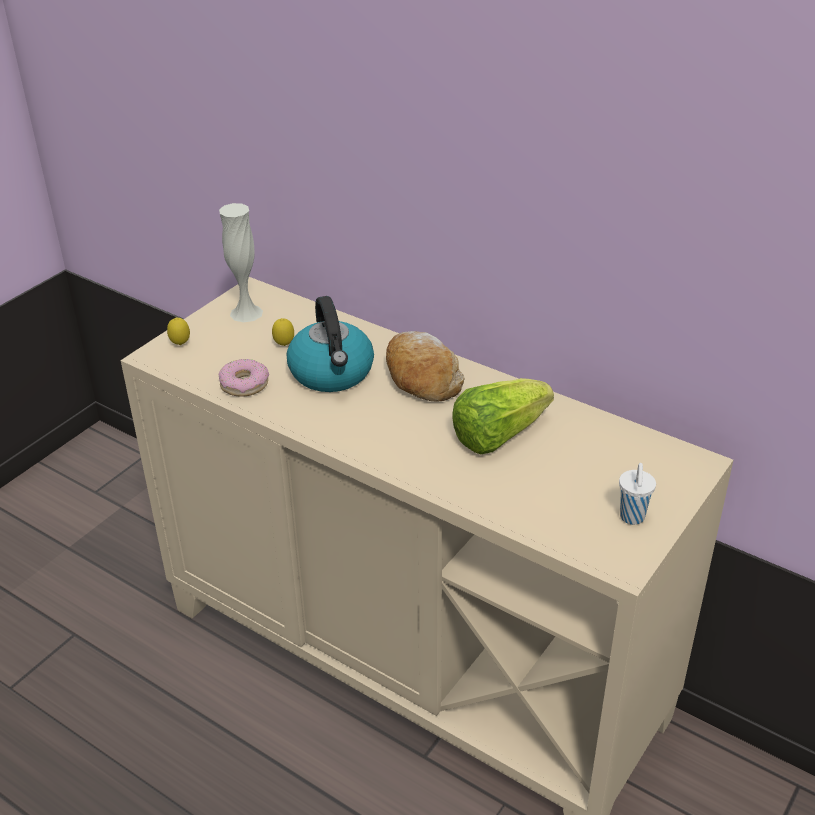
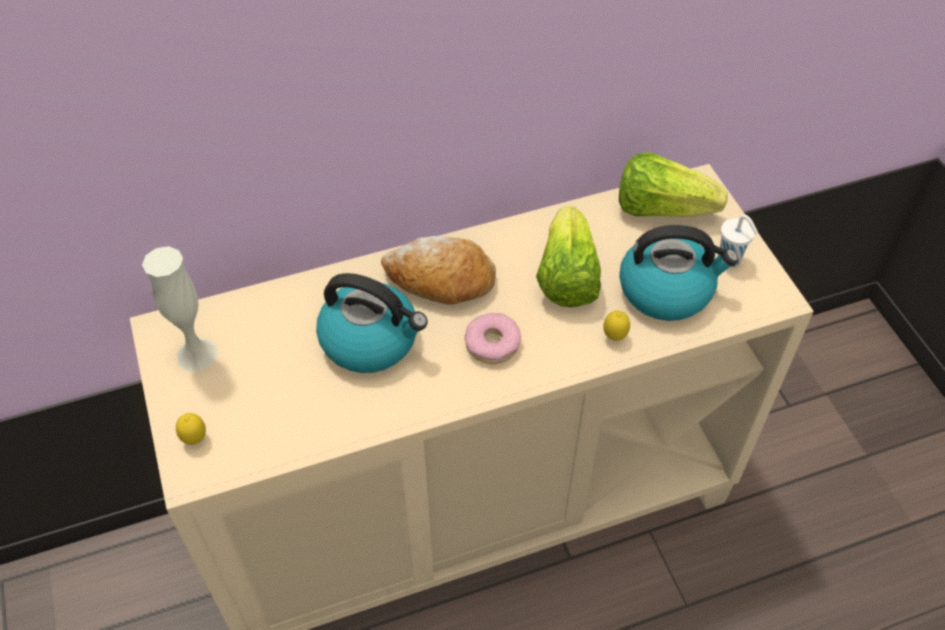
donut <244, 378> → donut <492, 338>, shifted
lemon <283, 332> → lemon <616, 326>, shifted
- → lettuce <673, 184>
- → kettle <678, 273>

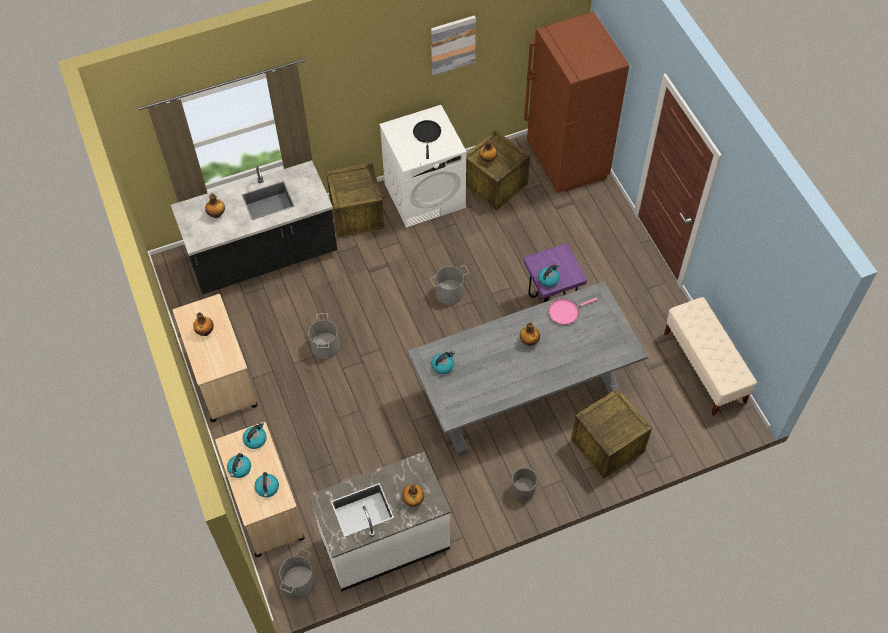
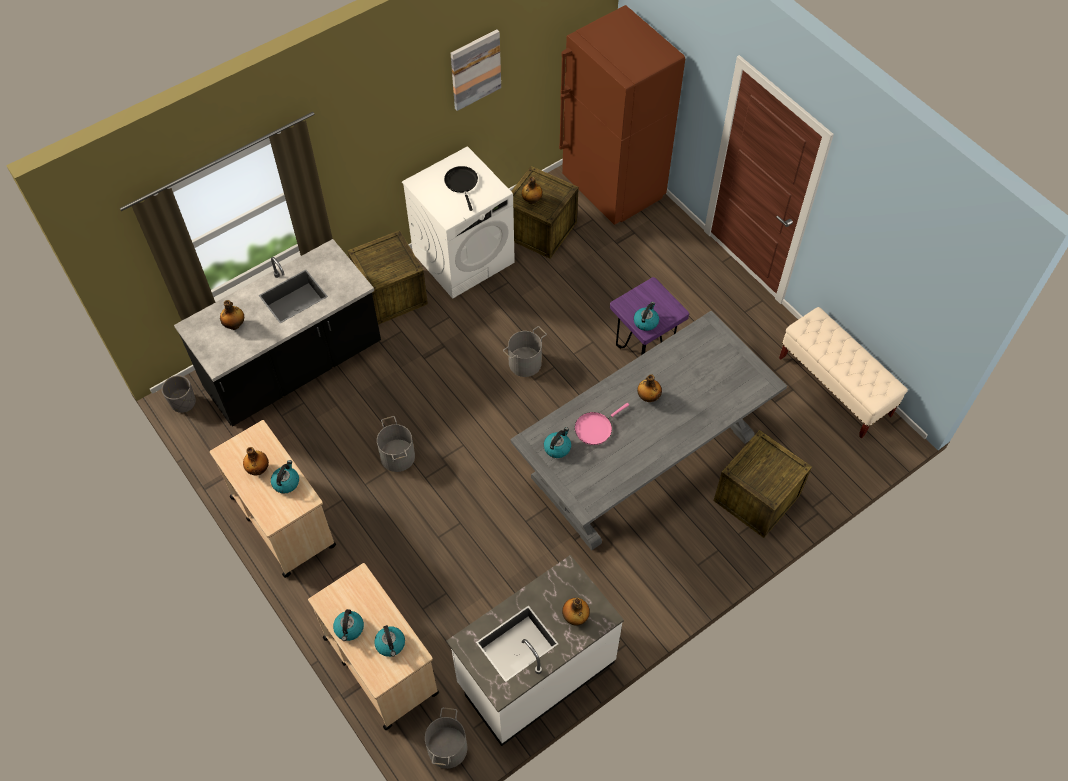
grey planter <525, 483> → grey planter <179, 394>, shifted
kettle <255, 435> → kettle <285, 476>, shifted
pink frying pan <572, 311> → pink frying pan <602, 424>, shifted

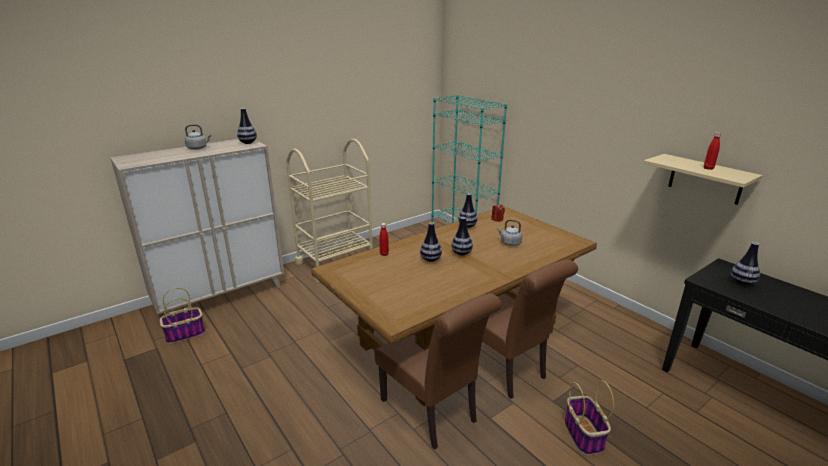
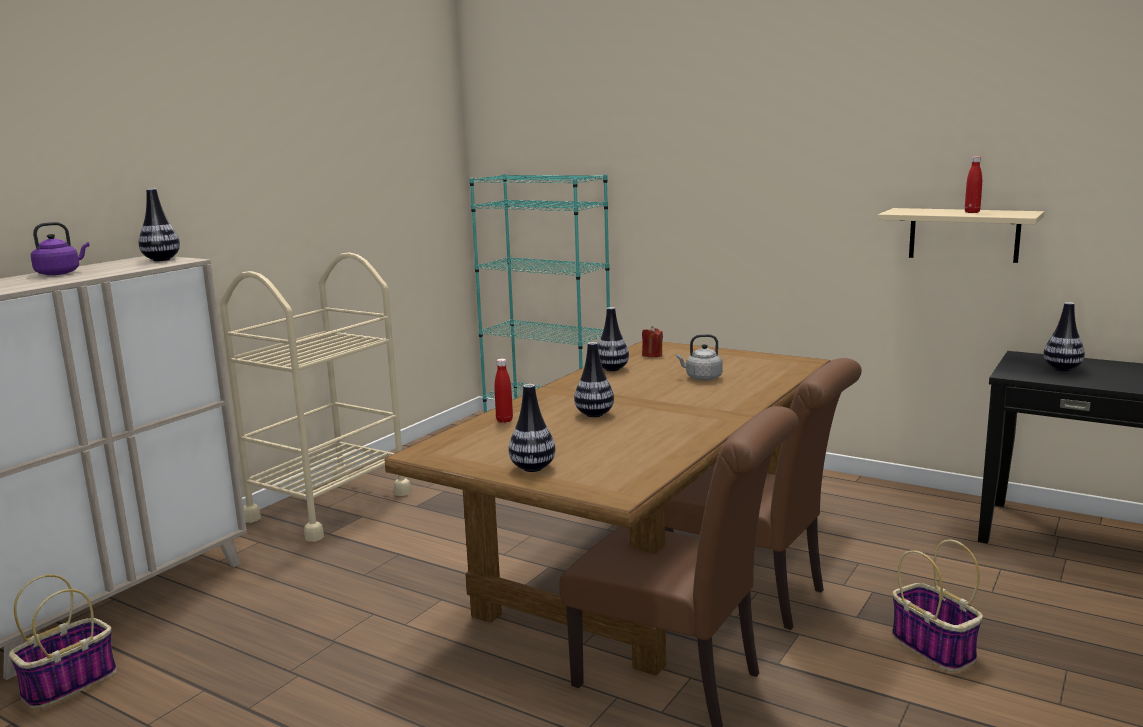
grey kettle <198, 137> → purple kettle <60, 248>
vase <462, 236> → vase <532, 428>, shifted

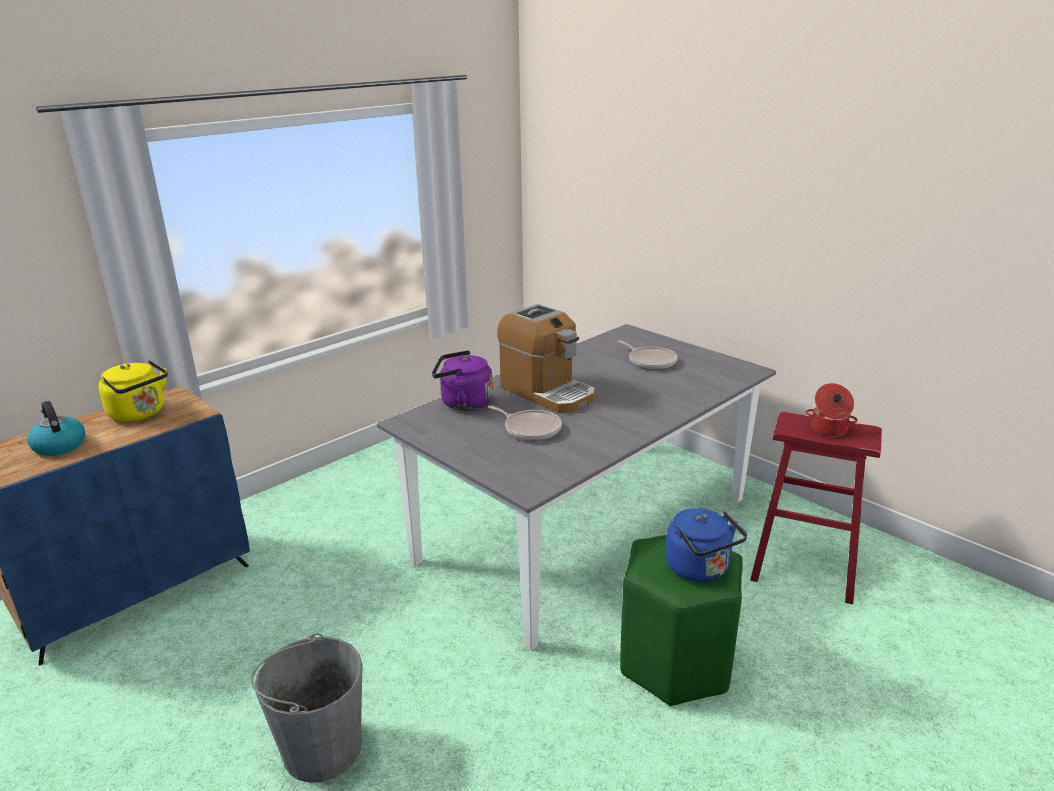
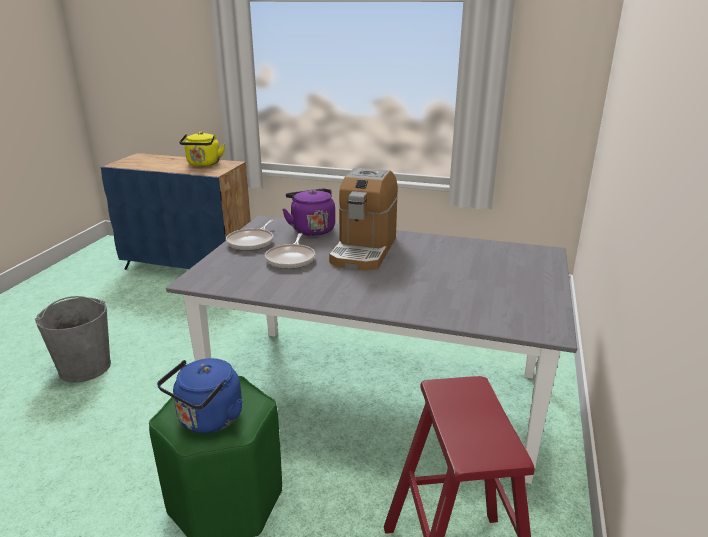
frying pan <648, 355> → frying pan <250, 235>, shifted
kettle <56, 428> → -
cooking pot <831, 410> → -

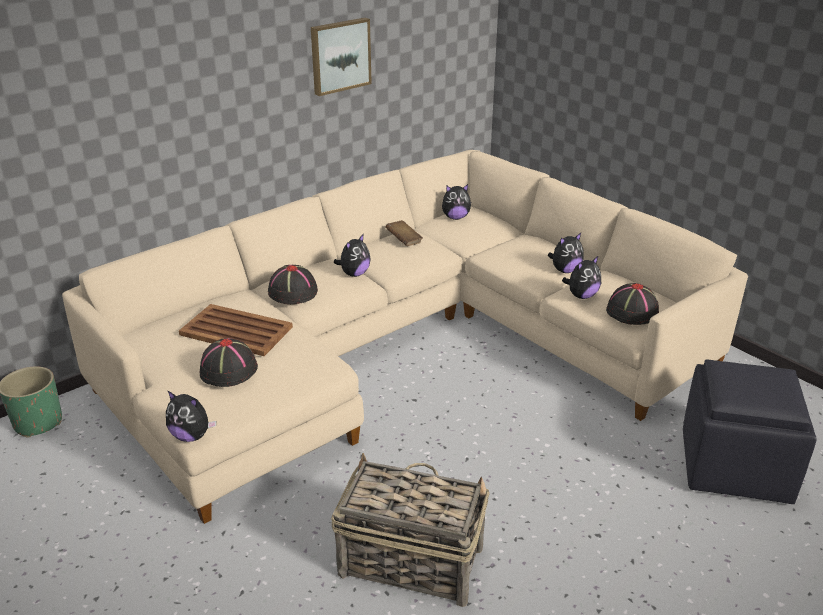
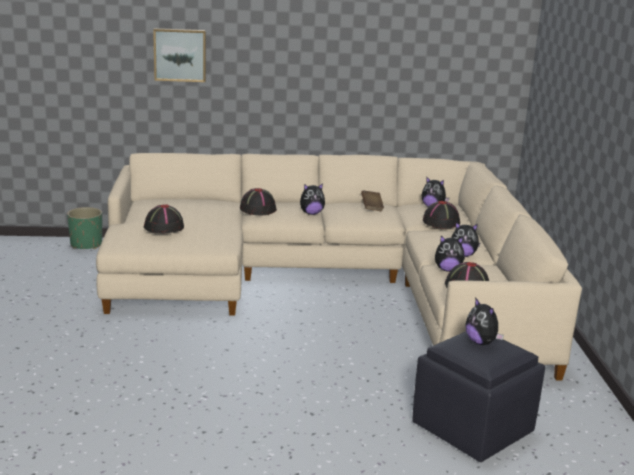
picture <341, 57> → picture <179, 55>, shifted
- → black hat <441, 215>
plush toy <191, 416> → plush toy <484, 321>, shifted
brown tray <236, 330> → -
basket <410, 530> → -

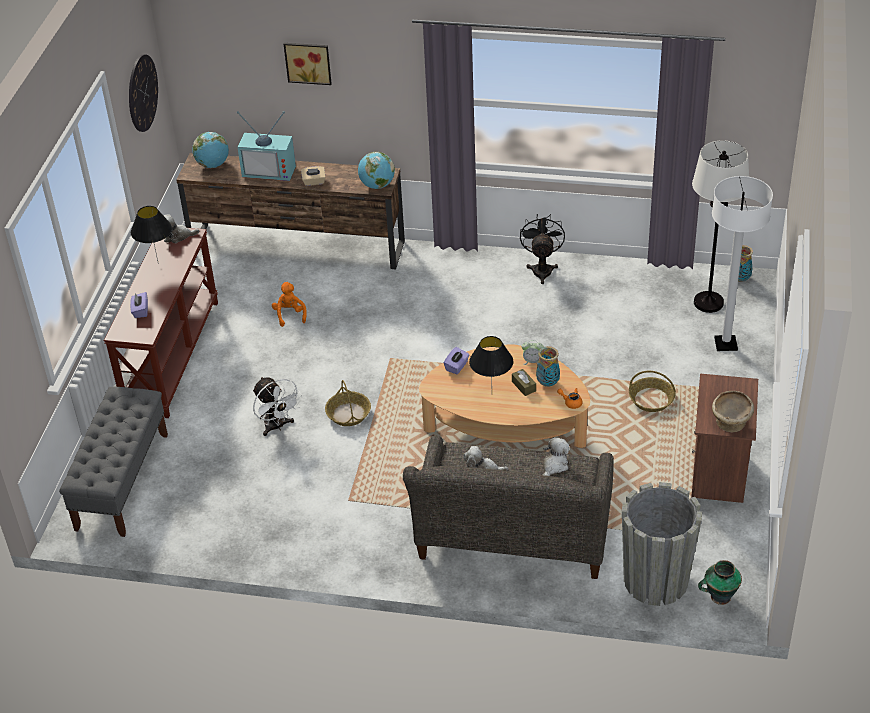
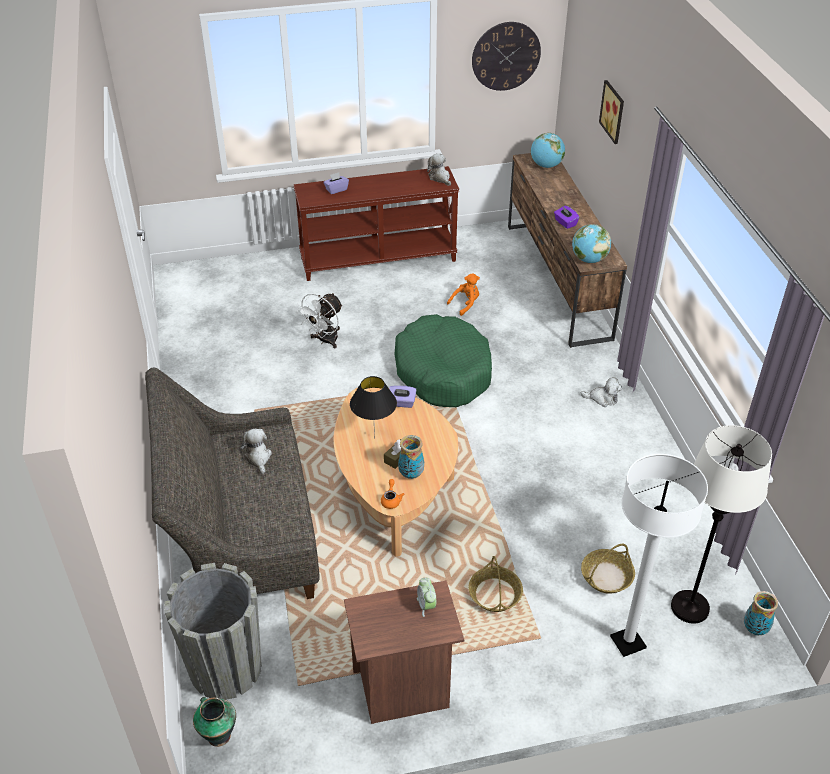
- → green dog bed <443, 360>
alarm clock <533, 352> → alarm clock <426, 597>, shifted
beige tissue box <313, 176> → purple tissue box <566, 217>
plush toy <556, 456> → plush toy <601, 392>, shifted
basket <348, 403> → basket <608, 569>, shifted
grey bench <113, 462> → -
black table lamp <151, 235> → -
television <266, 146> → -
black fan <542, 249> → -
beige bowl <733, 411> → -

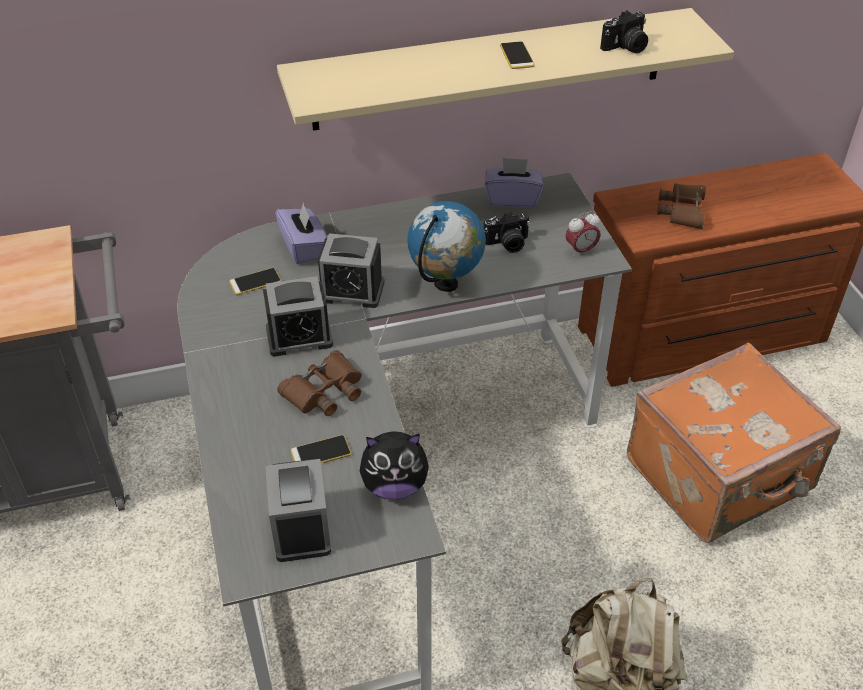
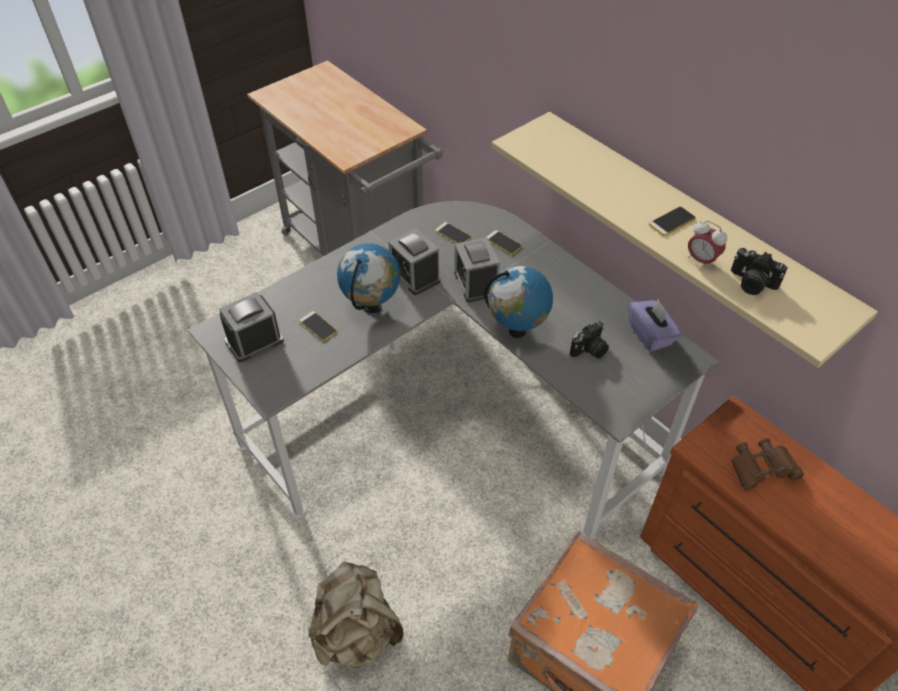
brown binoculars <319, 383> → globe <368, 278>
purple tissue box <301, 233> → phone <504, 242>
photo camera <506, 232> → photo camera <589, 339>, 90 degrees counterclockwise
alarm clock <583, 234> → alarm clock <707, 245>, shifted
plush toy <396, 465> → -

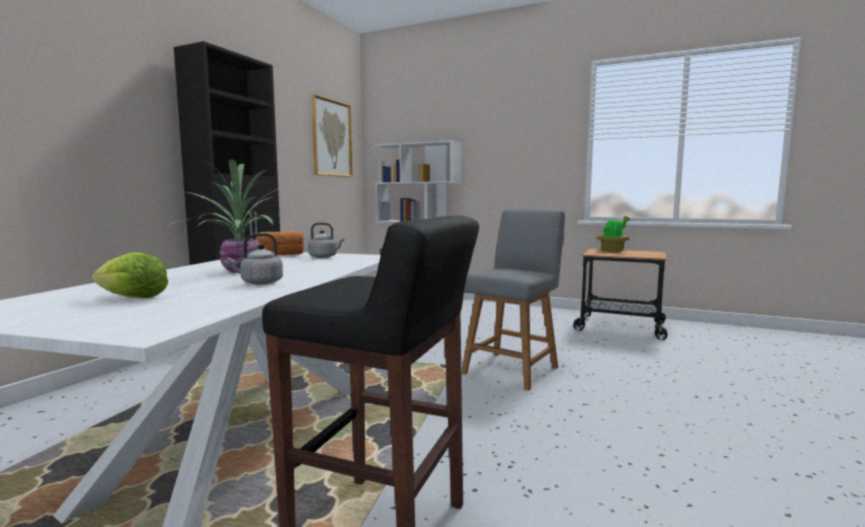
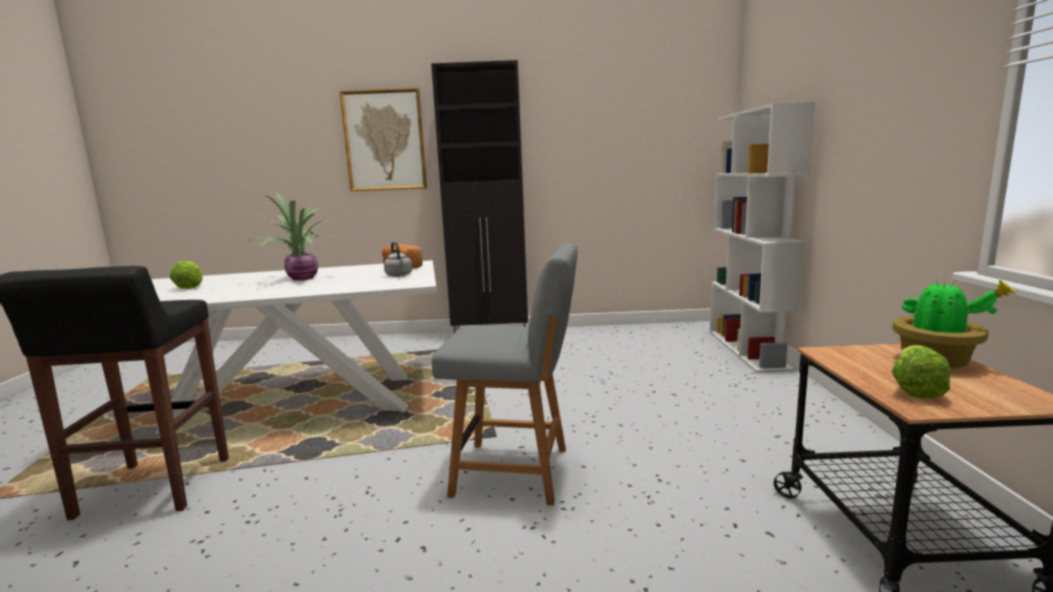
picture <332, 135> → picture <383, 139>, shifted
- → lettuce <921, 372>
grey kettle <255, 259> → -

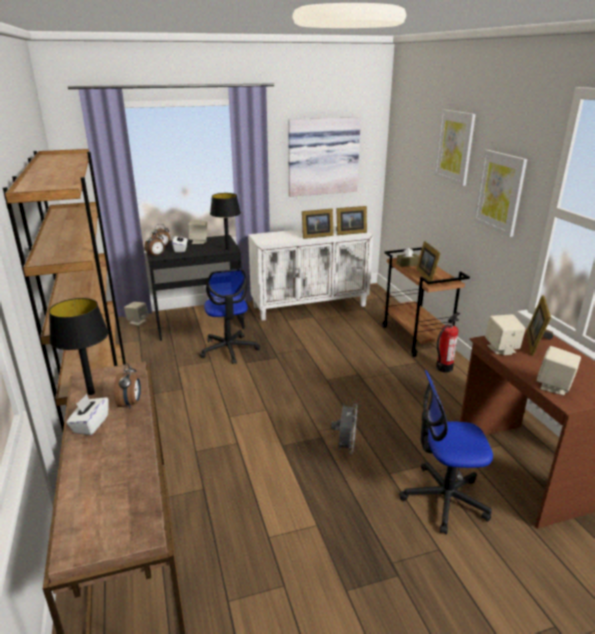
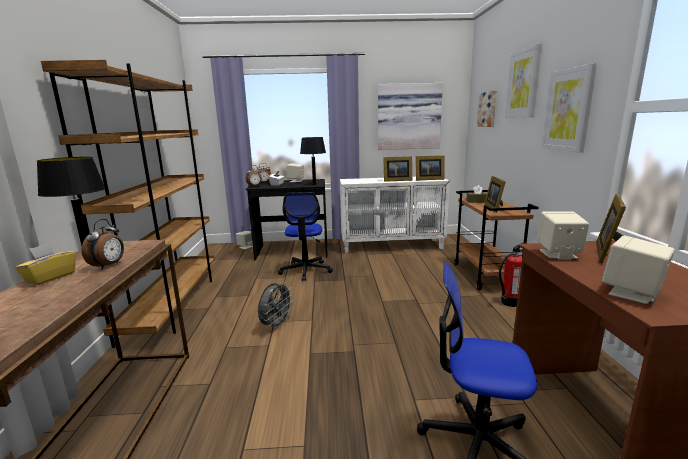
white tissue box <87, 414> → yellow tissue box <45, 264>
grey fan <344, 427> → grey fan <275, 306>, shifted
- → picture <487, 108>

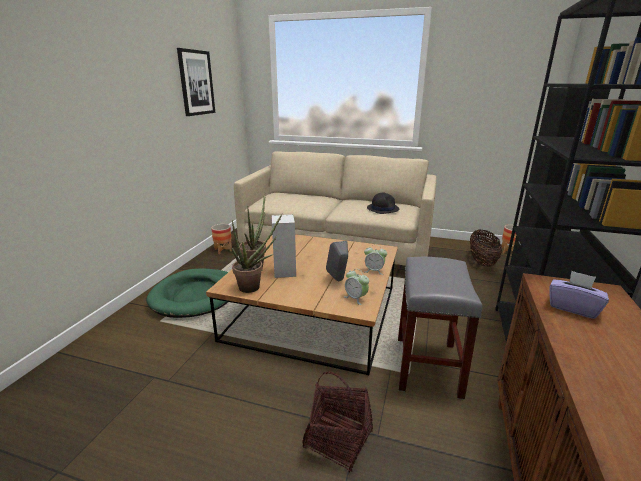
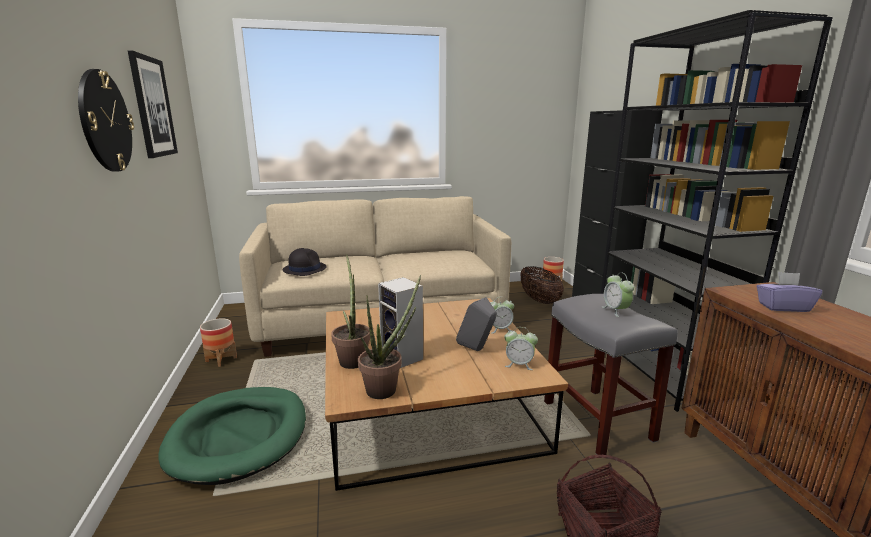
- → wall clock <106, 120>
black hat <383, 203> → black hat <305, 262>, shifted
- → alarm clock <618, 294>

